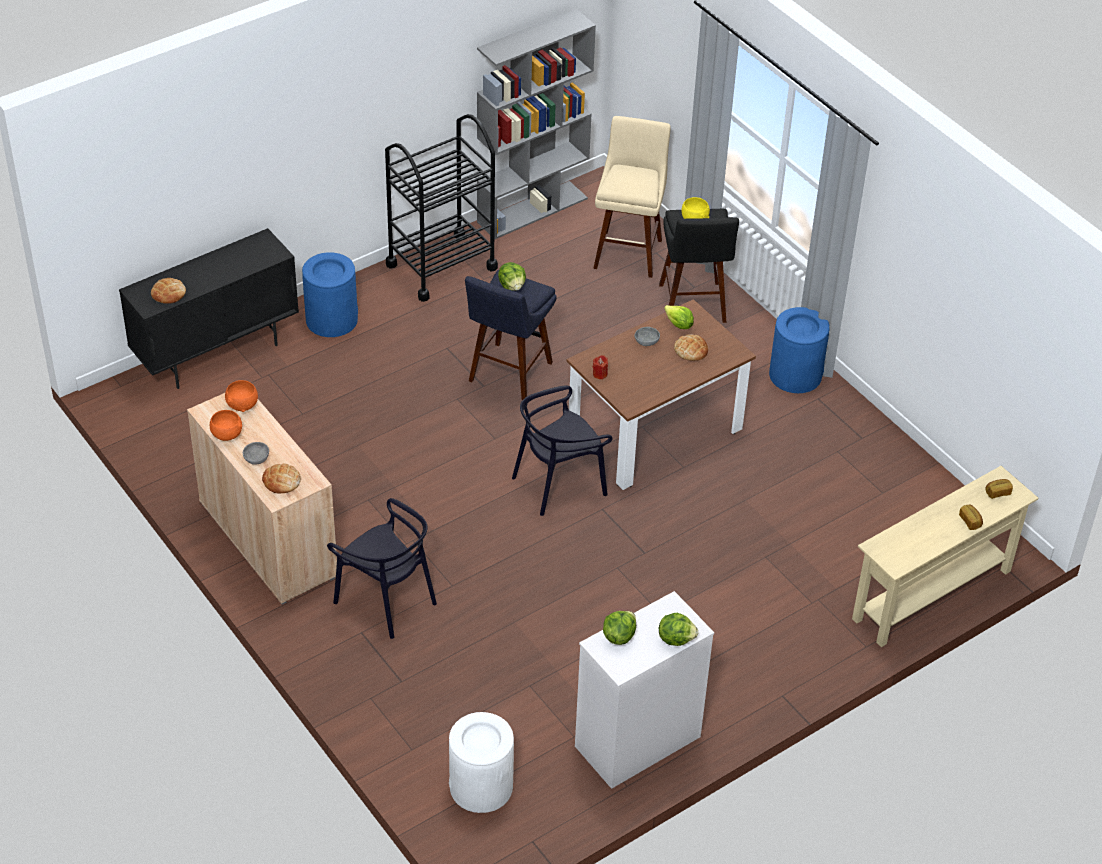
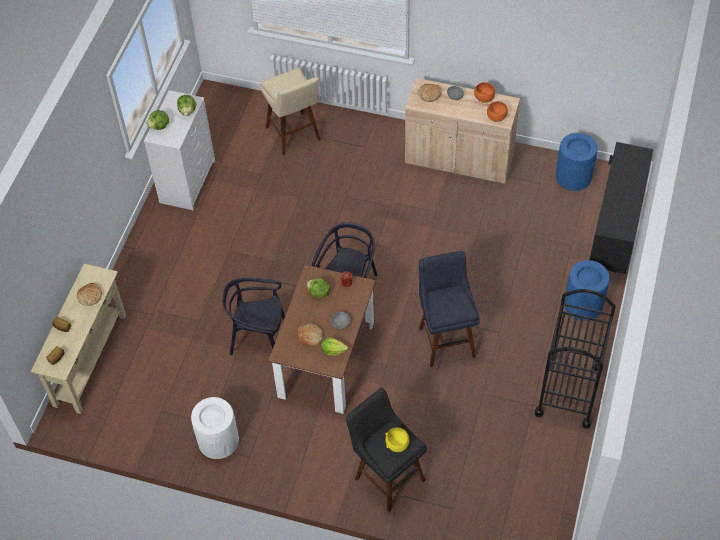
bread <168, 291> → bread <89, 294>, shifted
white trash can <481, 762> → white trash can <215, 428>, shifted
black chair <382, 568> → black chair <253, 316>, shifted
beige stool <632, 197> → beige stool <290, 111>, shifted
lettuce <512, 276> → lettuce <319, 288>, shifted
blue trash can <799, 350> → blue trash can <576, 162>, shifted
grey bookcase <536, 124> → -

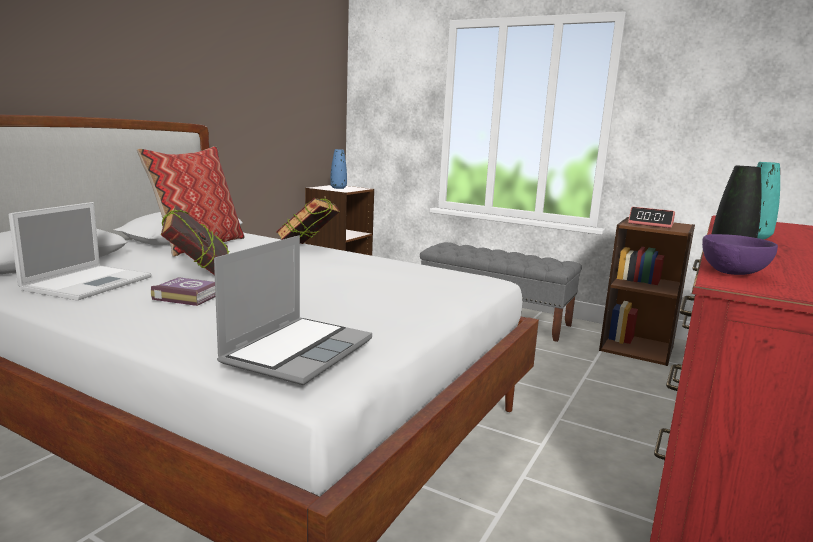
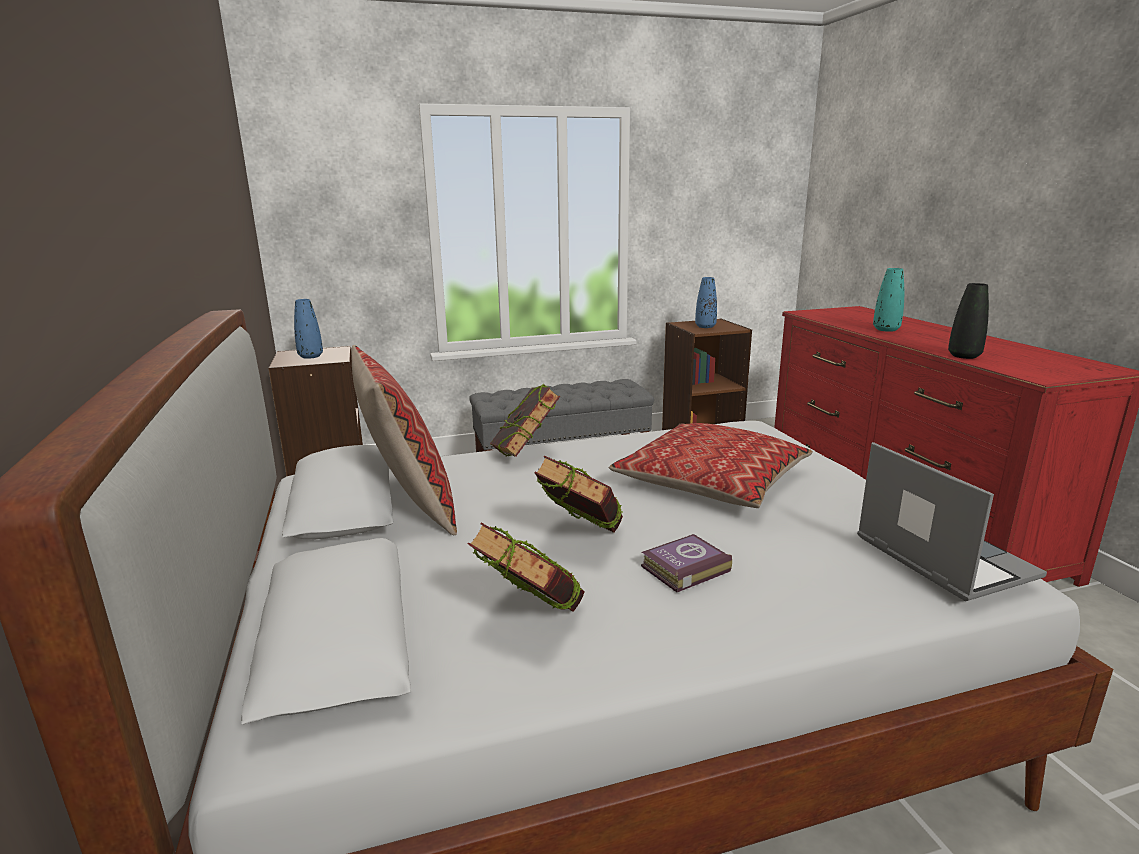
laptop <80, 251> → book <526, 567>
- → pillow <711, 465>
alarm clock <651, 217> → blue vase <706, 302>
purple bowl <740, 254> → -

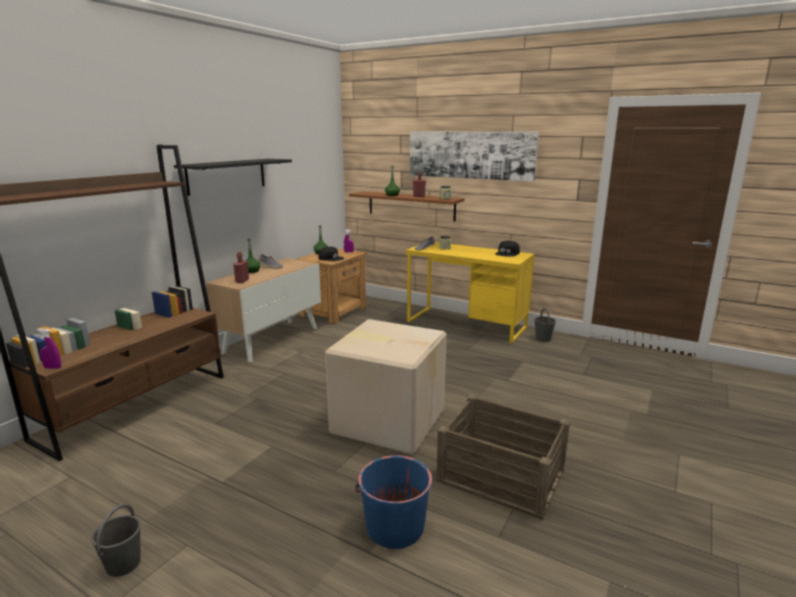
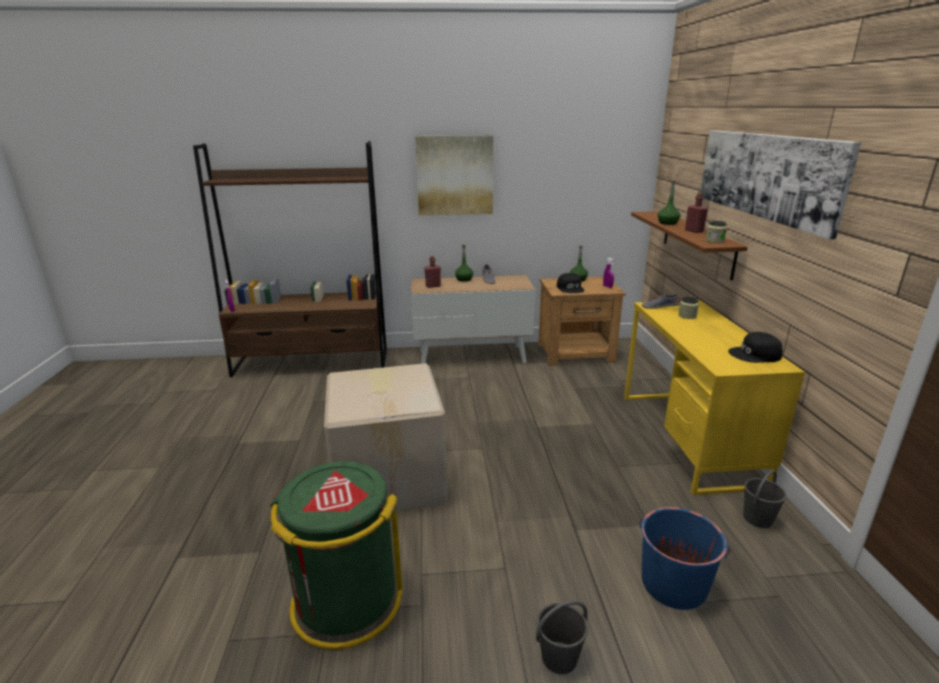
crate <503, 457> → green trash can <336, 555>
black shelf <233, 177> → picture <454, 175>
grey bucket <116, 540> → grey bucket <562, 637>, shifted
blue bucket <393, 502> → blue bucket <685, 558>, shifted

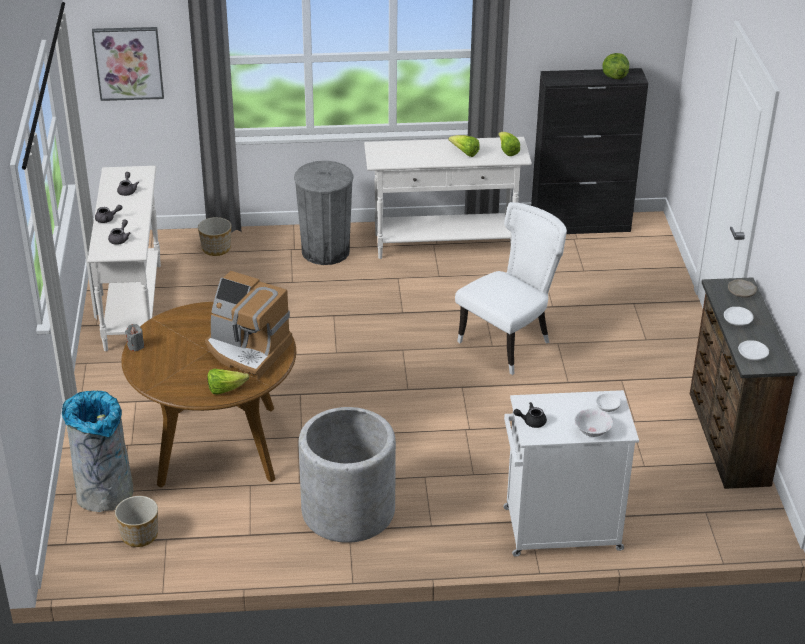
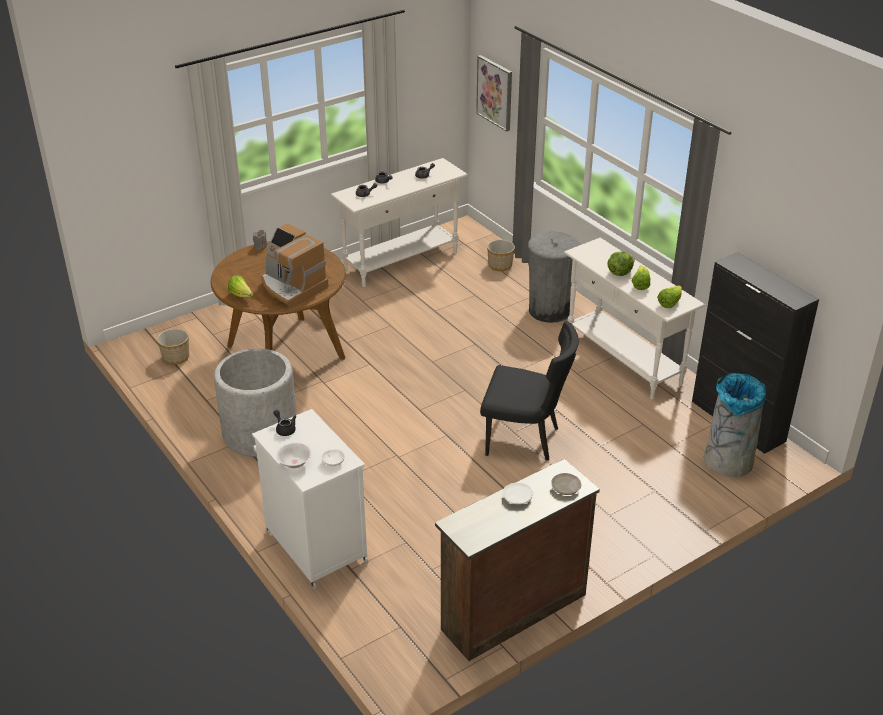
coffee machine <249, 325> → coffee machine <295, 266>, 45 degrees counterclockwise
white chair <511, 288> → black chair <529, 391>
lettuce <615, 66> → lettuce <620, 264>, shifted
grey trash can <97, 451> → grey trash can <734, 425>, shifted
white plate <753, 350> → -

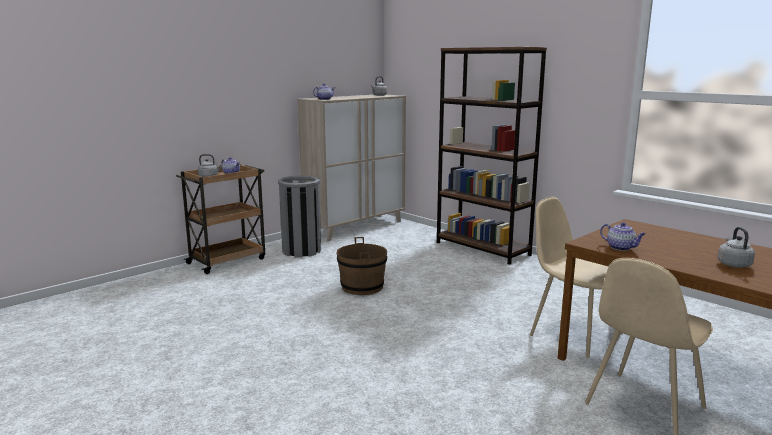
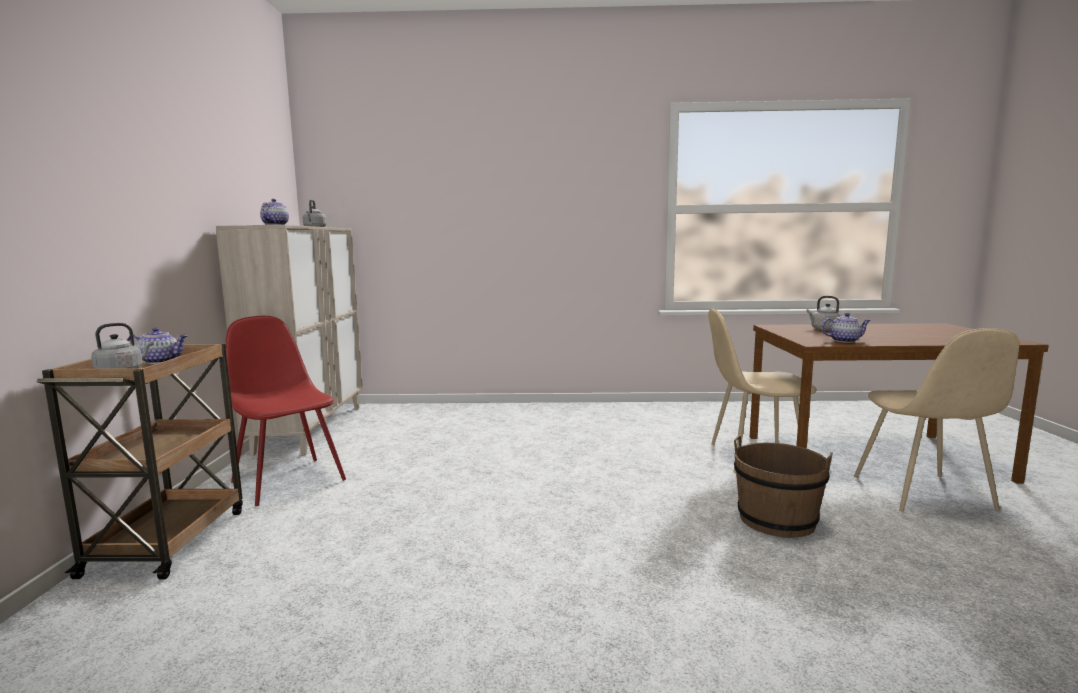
grey trash can <299, 216> → red chair <285, 411>
brown bucket <362, 266> → brown bucket <783, 486>, shifted
grey kettle <736, 247> → grey kettle <824, 313>, shifted
brown bookcase <492, 156> → -

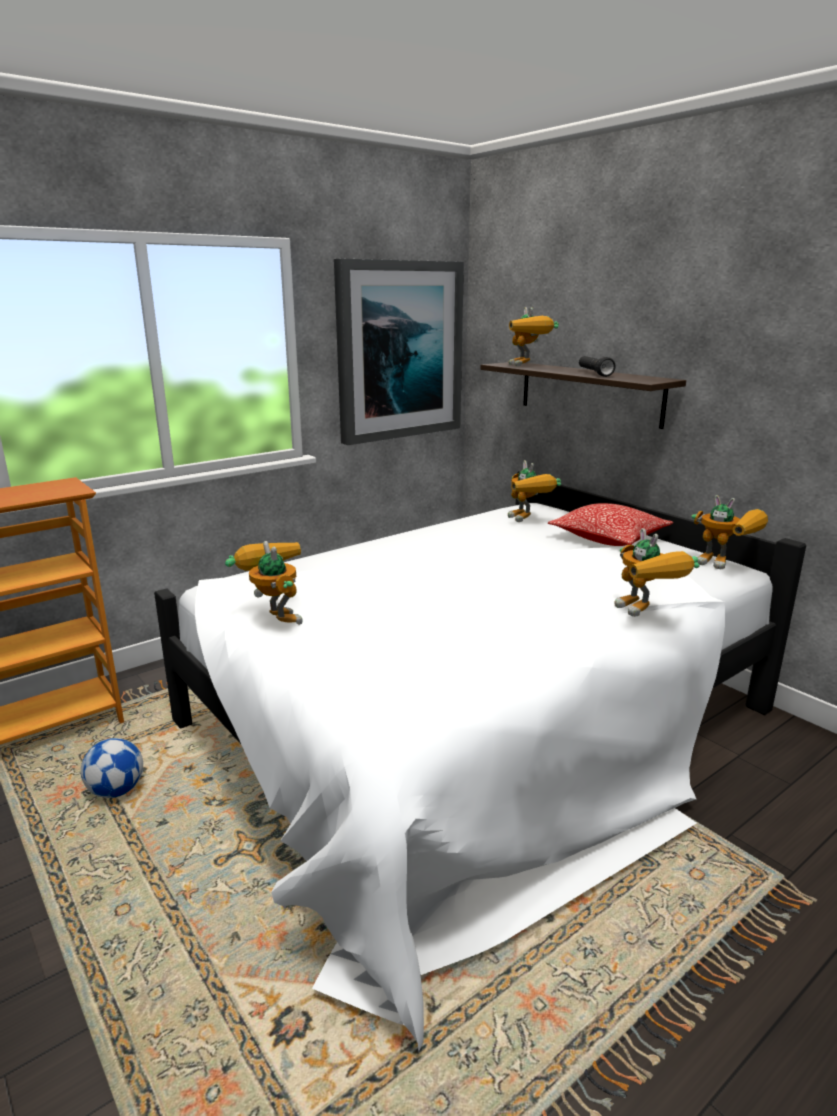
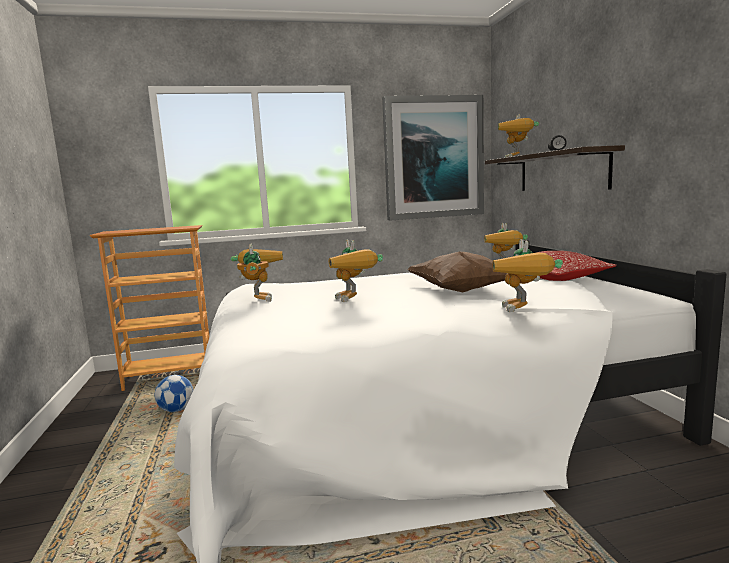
toy robot <729, 532> → toy robot <356, 271>, shifted
- → brown pillow <457, 272>

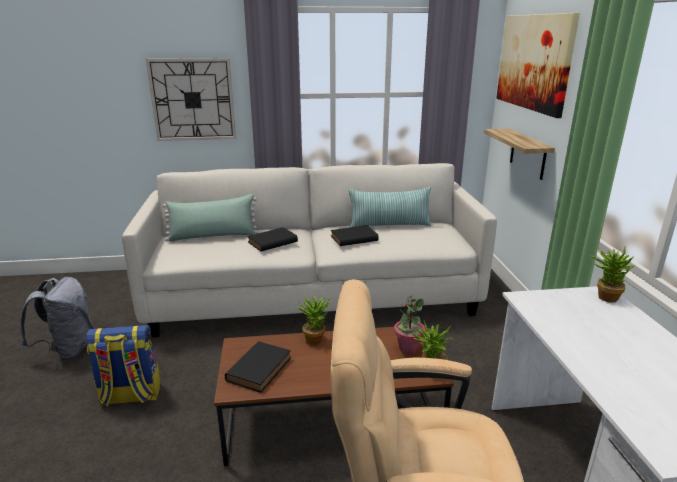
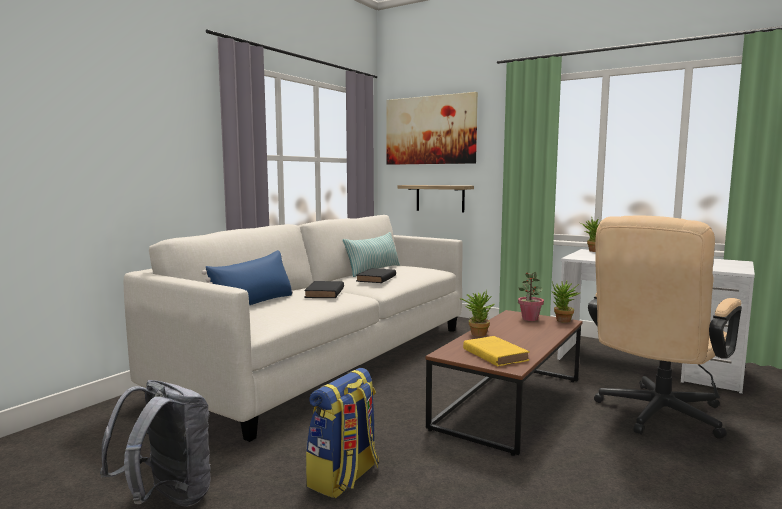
green pillow <210, 218> → blue pillow <247, 277>
black book <258, 367> → yellow book <496, 351>
wall clock <191, 99> → -

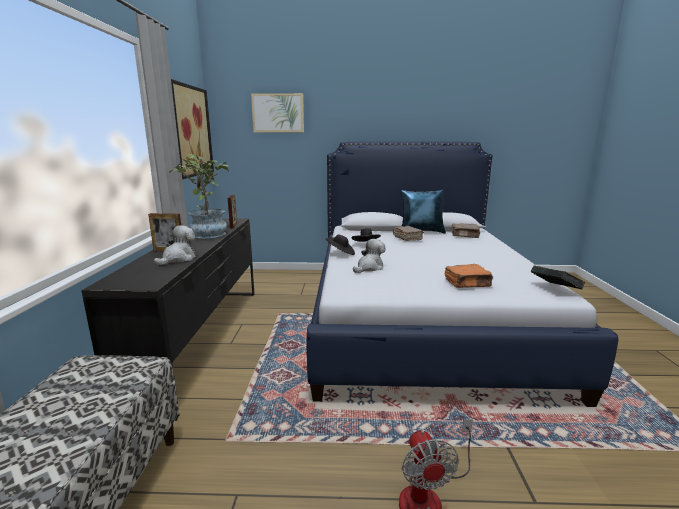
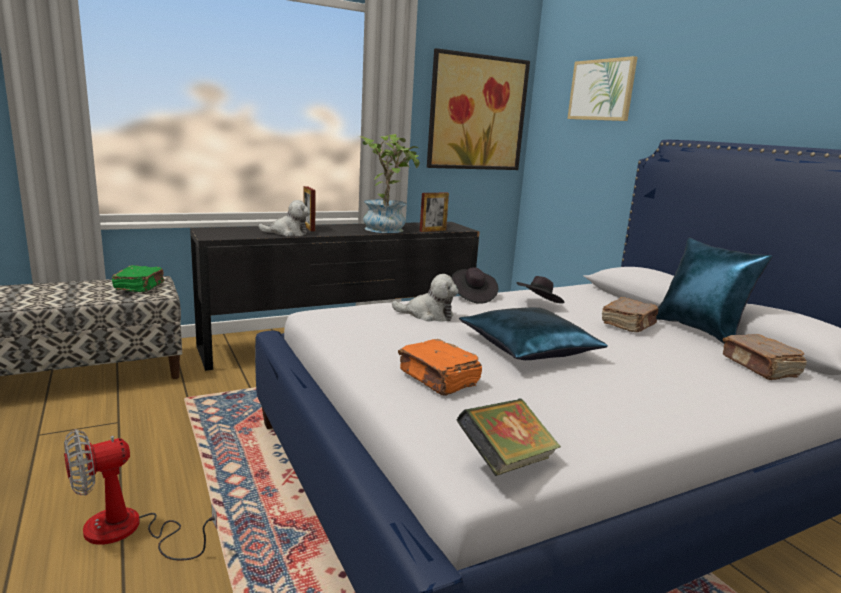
- → green book <138, 278>
- → blue pillow <533, 333>

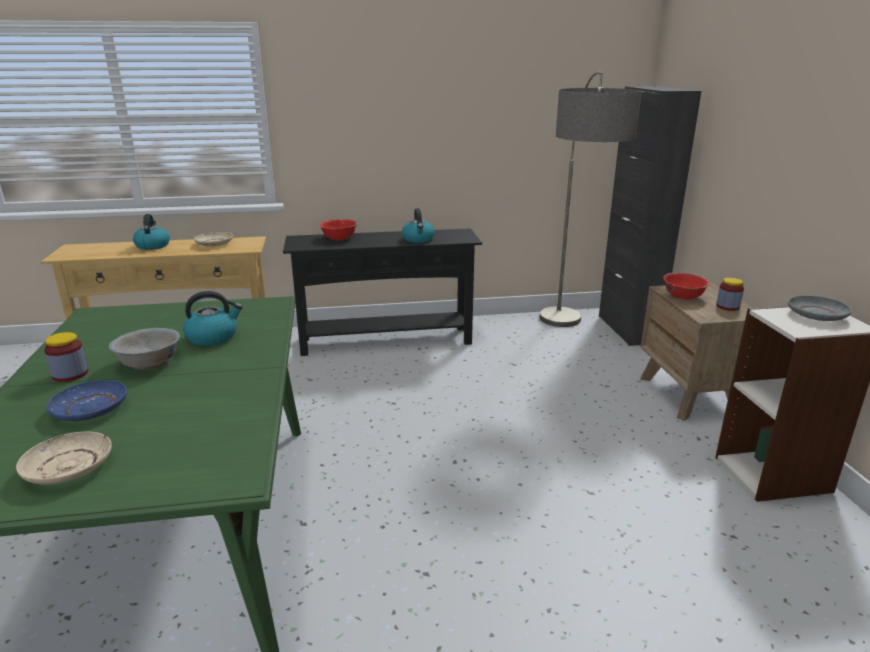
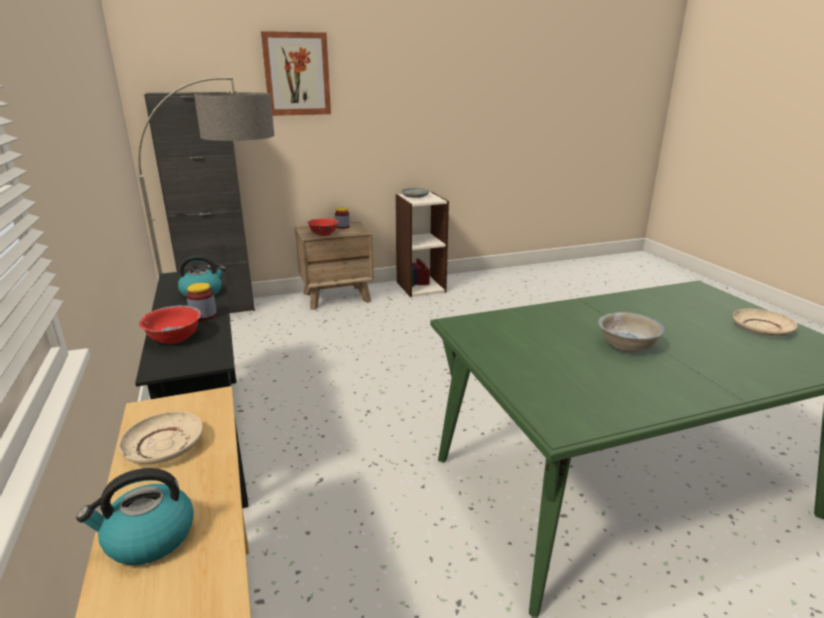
jar <66, 357> → jar <201, 302>, shifted
- → picture <296, 73>
blue plate <87, 400> → -
kettle <213, 318> → -

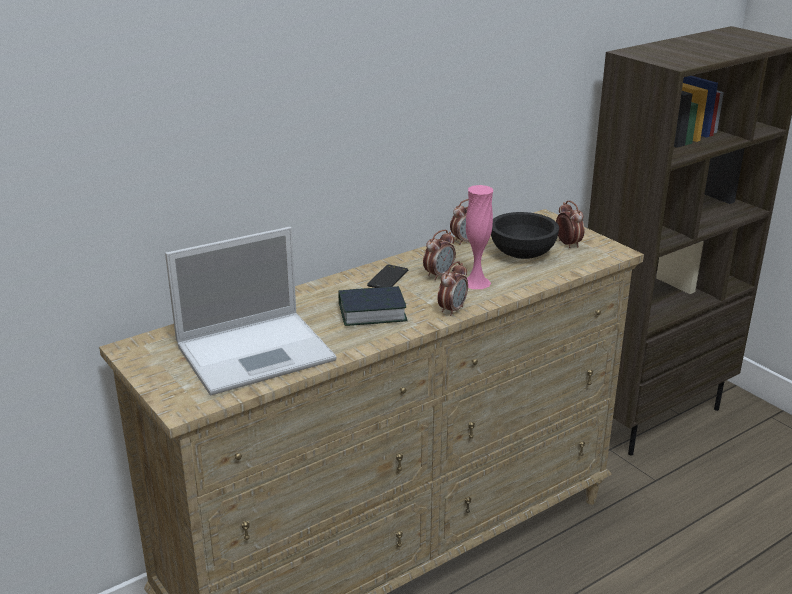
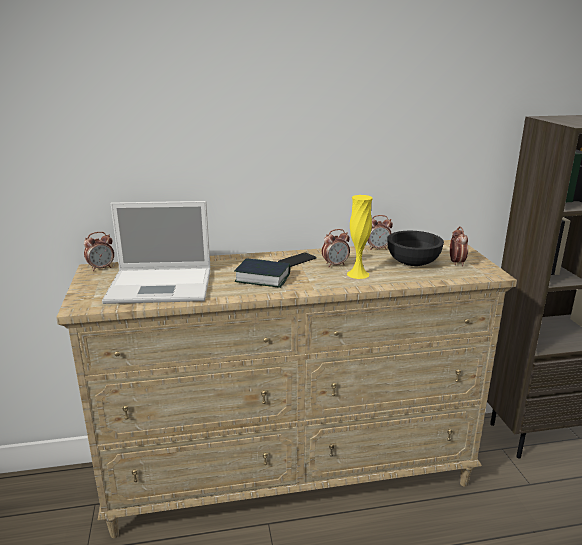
alarm clock <453, 288> → alarm clock <99, 251>, shifted
pink vase <479, 237> → yellow vase <360, 237>

